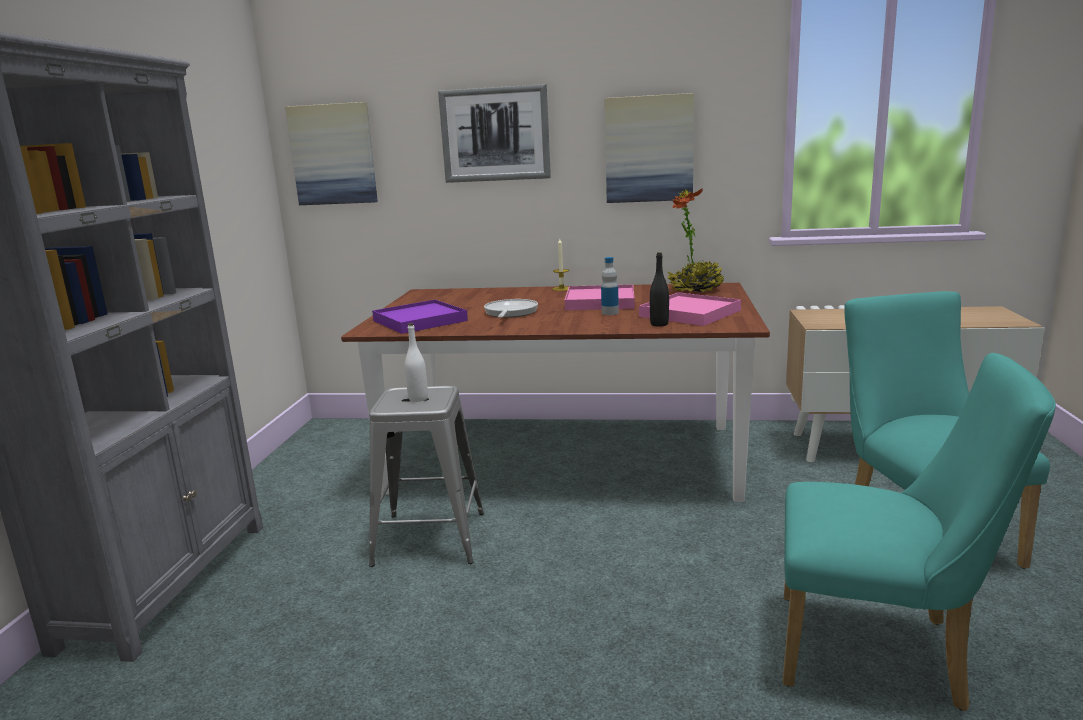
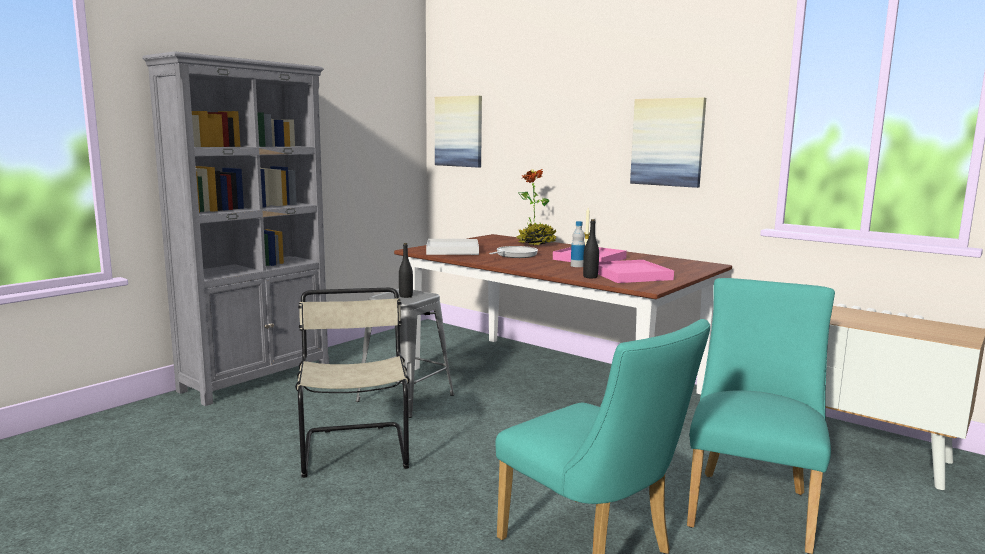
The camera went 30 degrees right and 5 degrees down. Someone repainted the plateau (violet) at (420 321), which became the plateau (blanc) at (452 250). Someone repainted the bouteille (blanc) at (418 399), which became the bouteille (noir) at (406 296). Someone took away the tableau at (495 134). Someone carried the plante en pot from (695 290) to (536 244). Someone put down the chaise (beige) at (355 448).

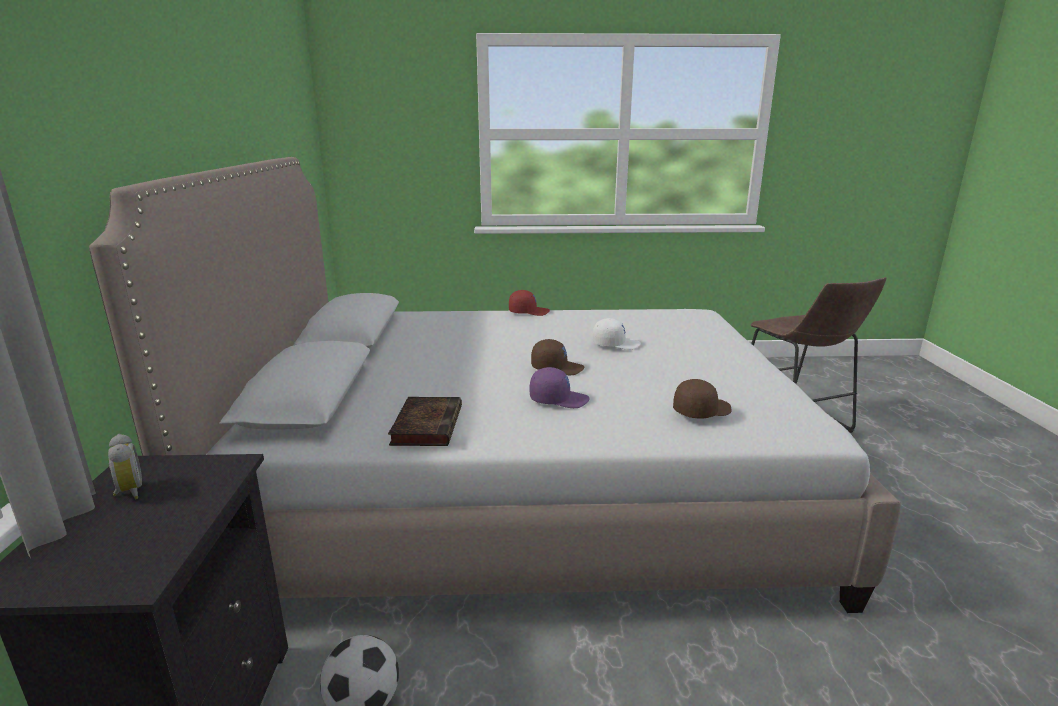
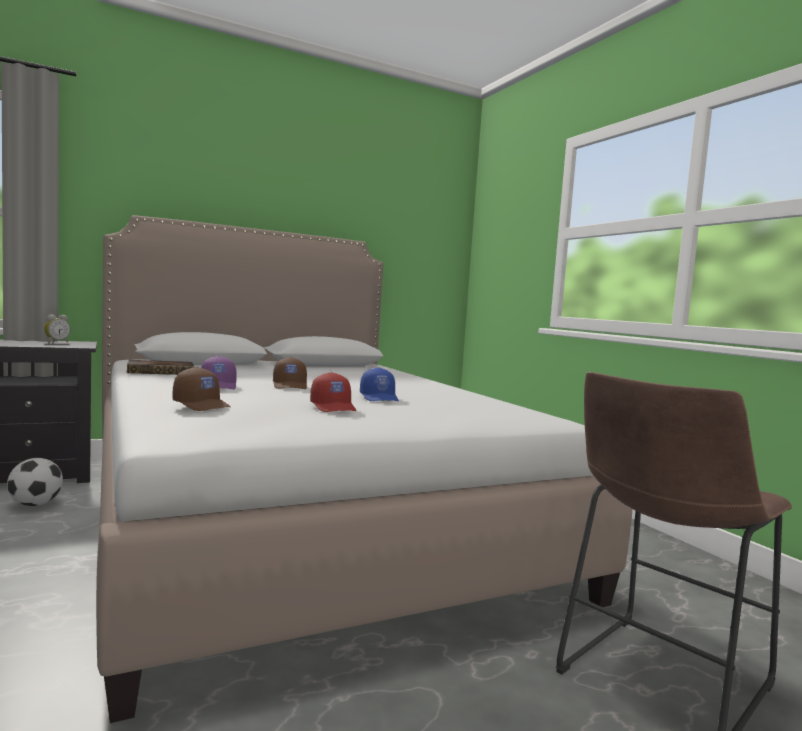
The camera went 65 degrees right and 15 degrees down. Someone carried the casquette (rouge) from (528 312) to (334 407). Someone repainted the casquette (blanc) at (615 344), which became the casquette (bleu) at (380 398).

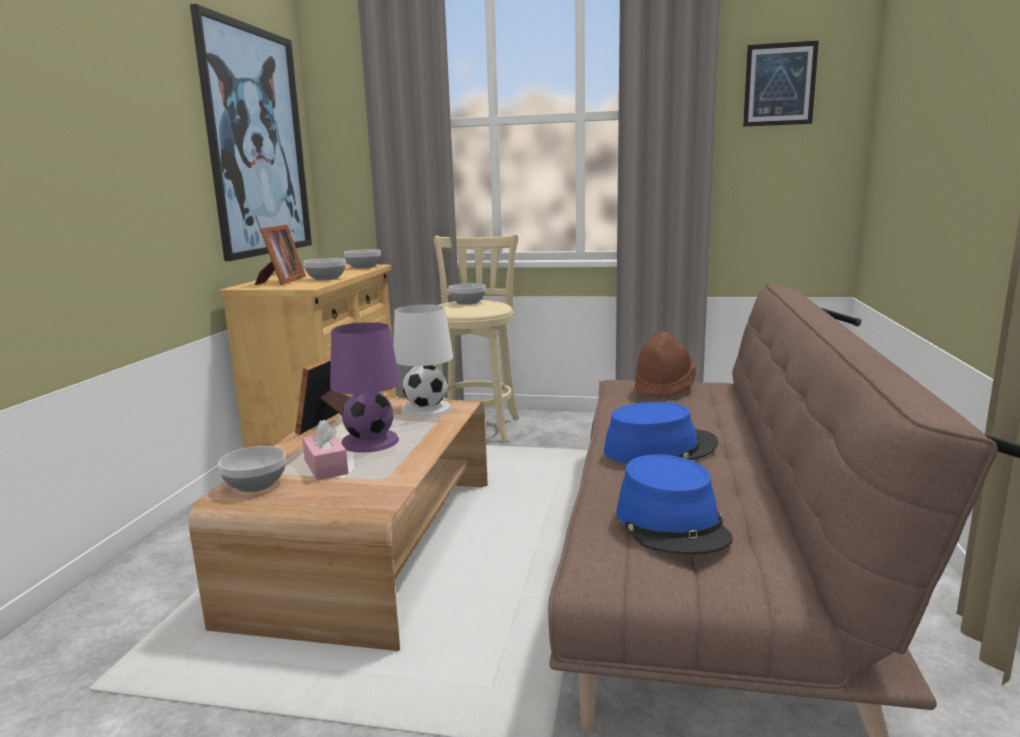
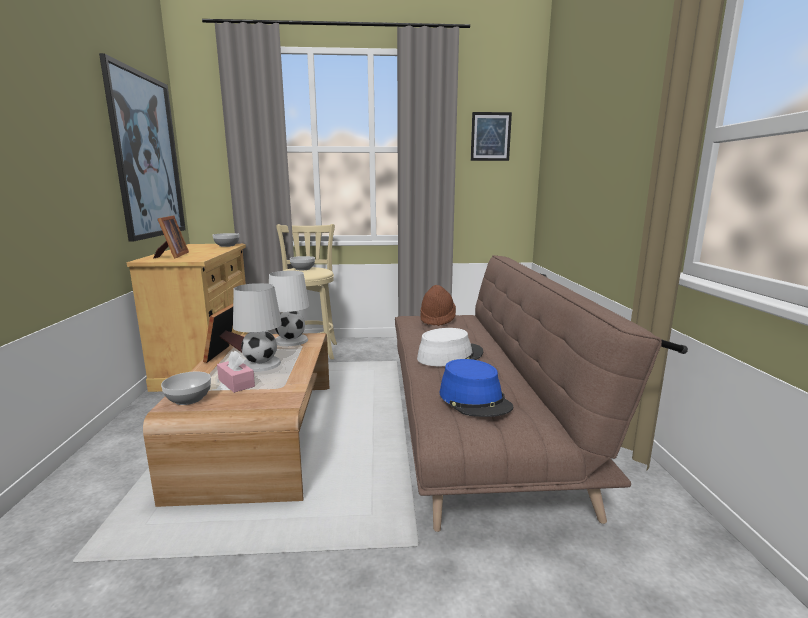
The camera went 15 degrees left and 0 degrees up. Someone took away the bol at (325 279). Someone repainted the lampe de table (violet) at (370 441), which became the lampe de table (blanc) at (260 364). Someone repainted the chapeau (bleu) at (660 448), which became the chapeau (blanc) at (450 356).

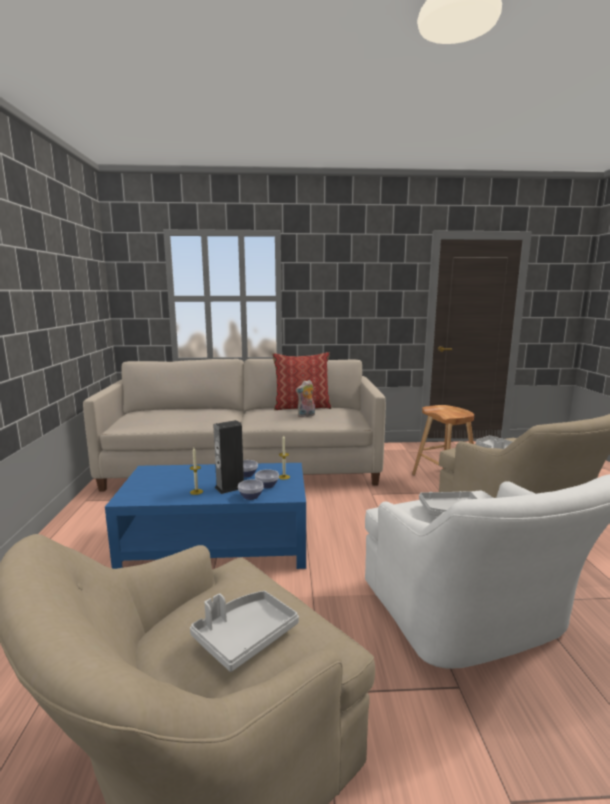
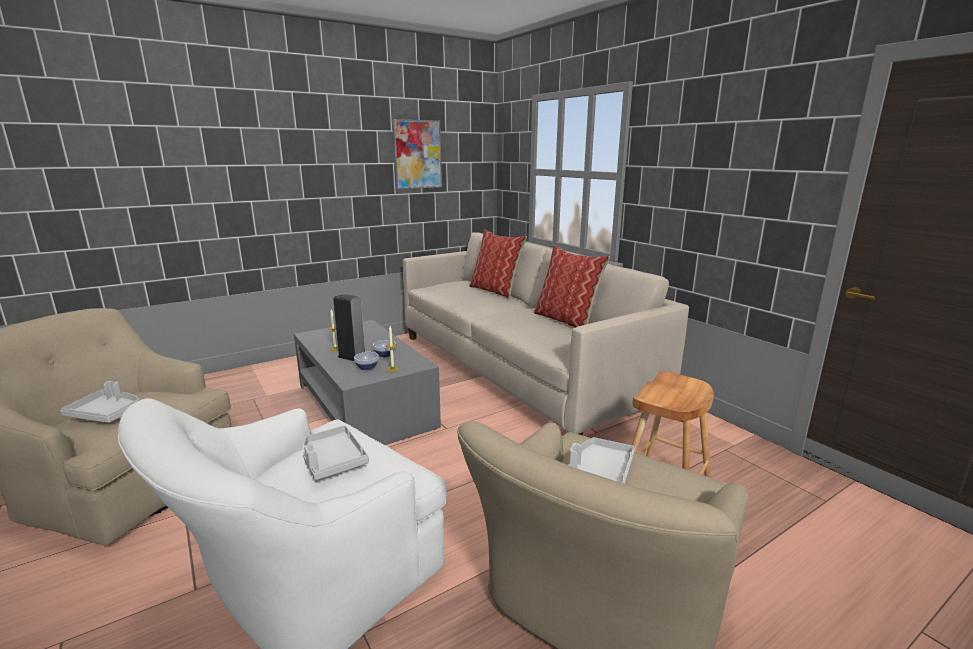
The camera went 60 degrees right and 5 degrees up. Someone repainted the table basse (bleu) at (217 543), which became the table basse (gris) at (365 406). Someone took away the bol at (251 497). Someone took away the peluche at (306 415). Someone put up the tableau at (417 154). Someone put down the coussin at (496 291).

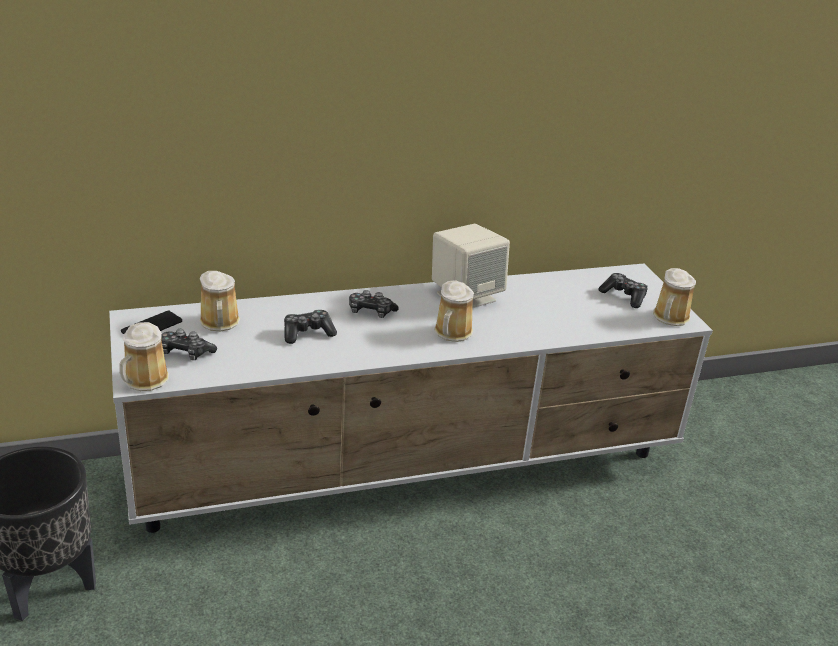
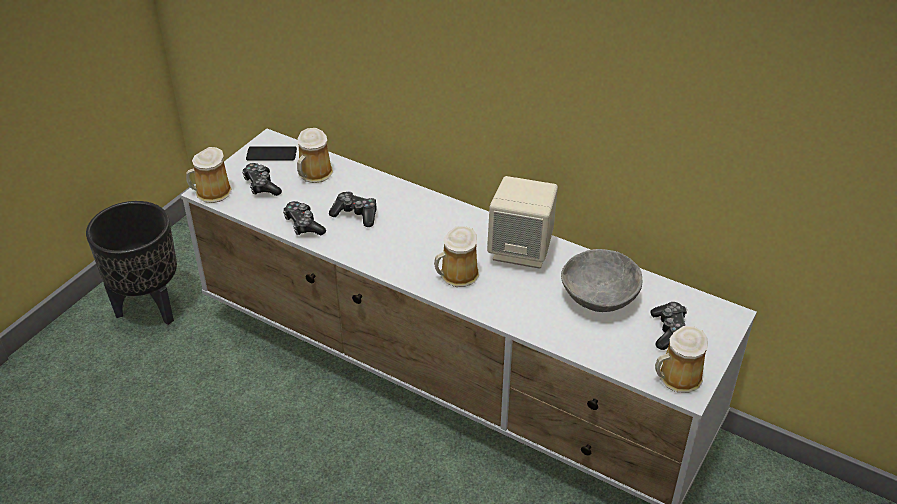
The camera went 50 degrees right and 10 degrees up. Someone carried the manette from (370 312) to (303 225). Someone put down the bol (gris) at (600 296).

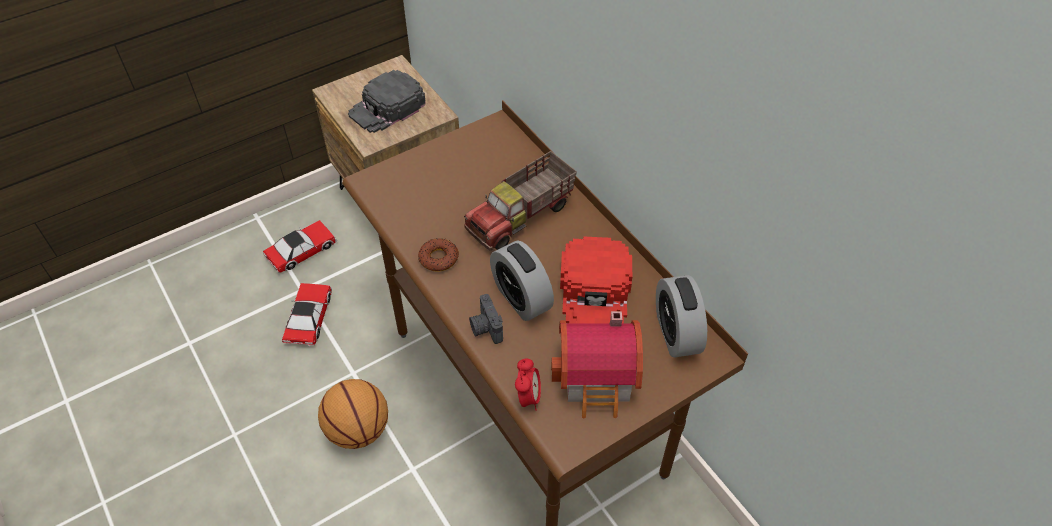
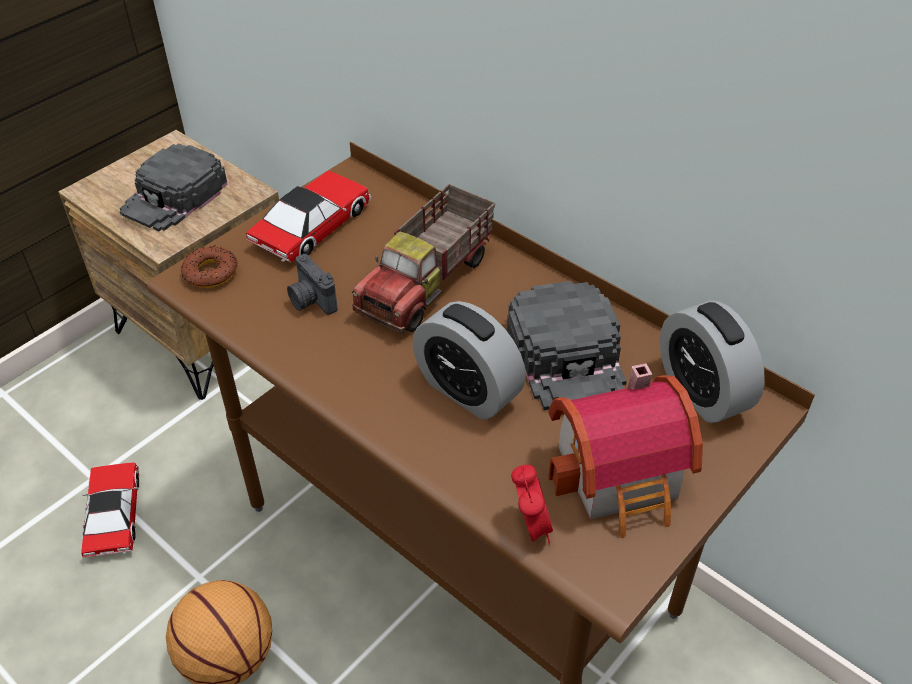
The camera went 15 degrees left and 5 degrees down. Someone carried the petite voiture from (302 251) to (312 226). Someone carried the beignet from (438 258) to (210 272). Someone carried the appareil photo from (485 328) to (310 300). Someone repainted the casquette (rouge) at (595 289), which became the casquette (noir) at (567 356).

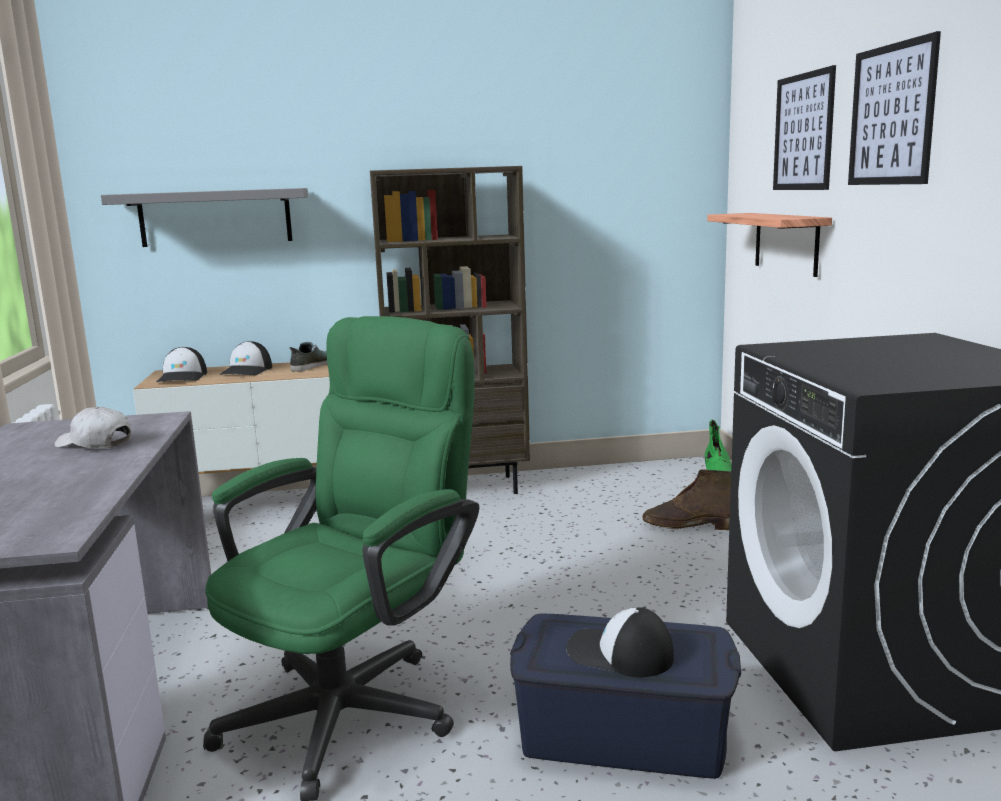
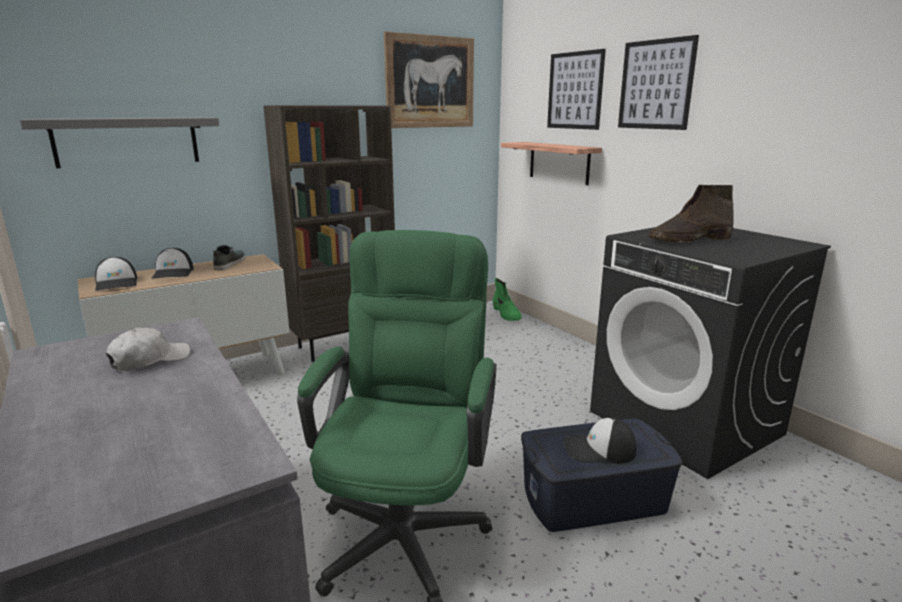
The camera went 25 degrees left and 5 degrees up. Someone rotated the casquette (blanc) at (95 444) by 135 degrees clockwise. Someone carried the botte (marron) from (689 525) to (689 240). Someone put up the tableau at (430 82).

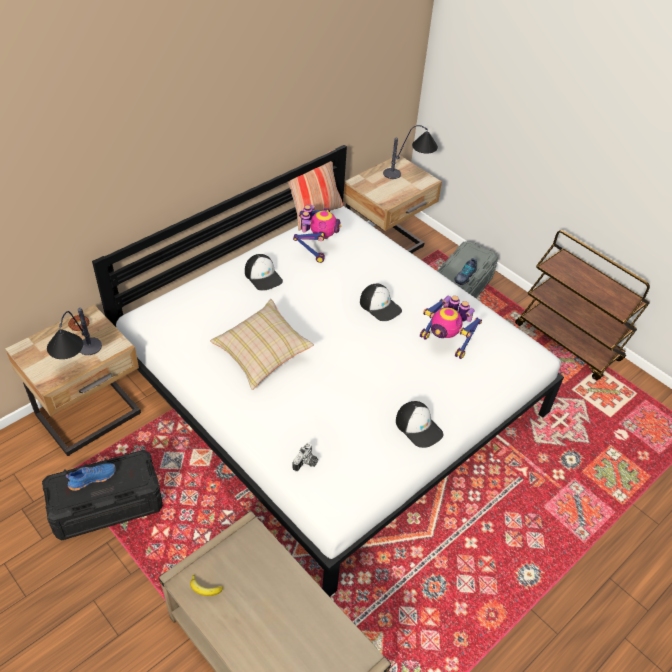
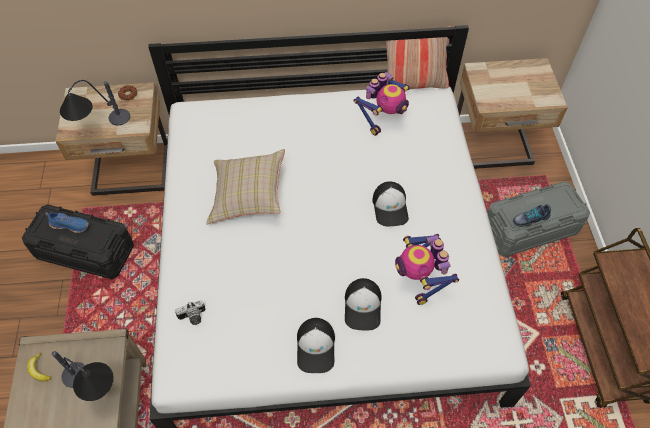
The camera went 40 degrees right and 10 degrees up. Someone carried the casquette from (263 276) to (363 306). Someone carried the lampe de table from (410 173) to (95 388).

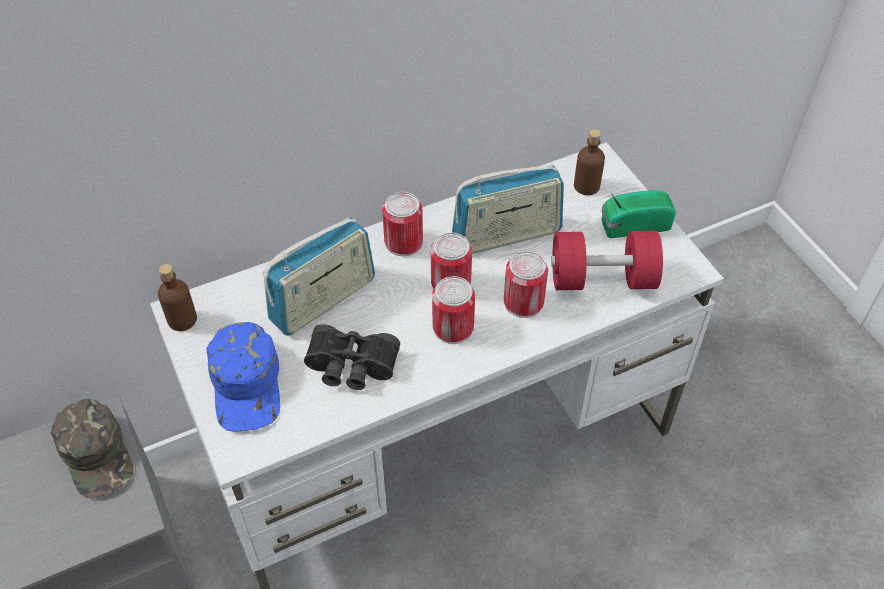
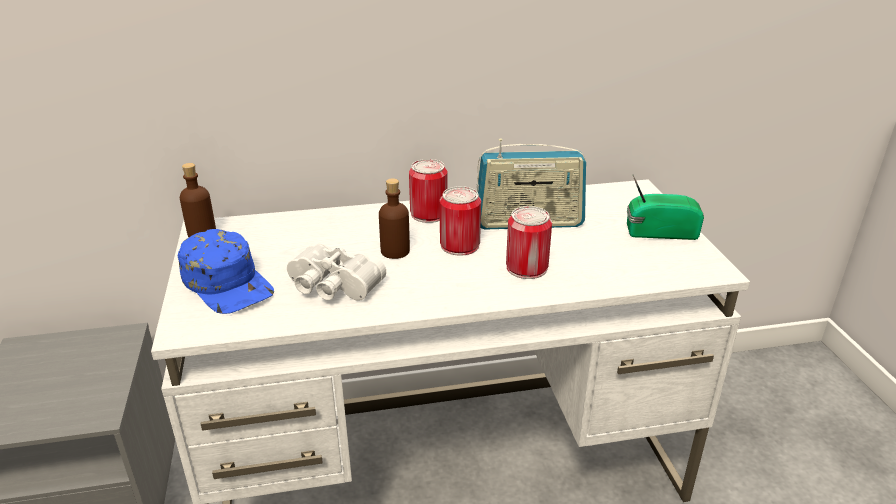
The camera went 15 degrees right and 20 degrees down. Someone took away the casquette (vert) at (96 453). Someone rotated the casquette (bleu) at (247 384) by 45 degrees counterclockwise. Someone took away the radio at (323 300). Someone repainted the jumelles (noir) at (351 367), which became the jumelles (blanc) at (332 287). Someone took away the boîte métallique at (453 327). Someone took away the haltère (rouge) at (602 279). Someone carried the bouteille (marron) from (586 186) to (395 251).

